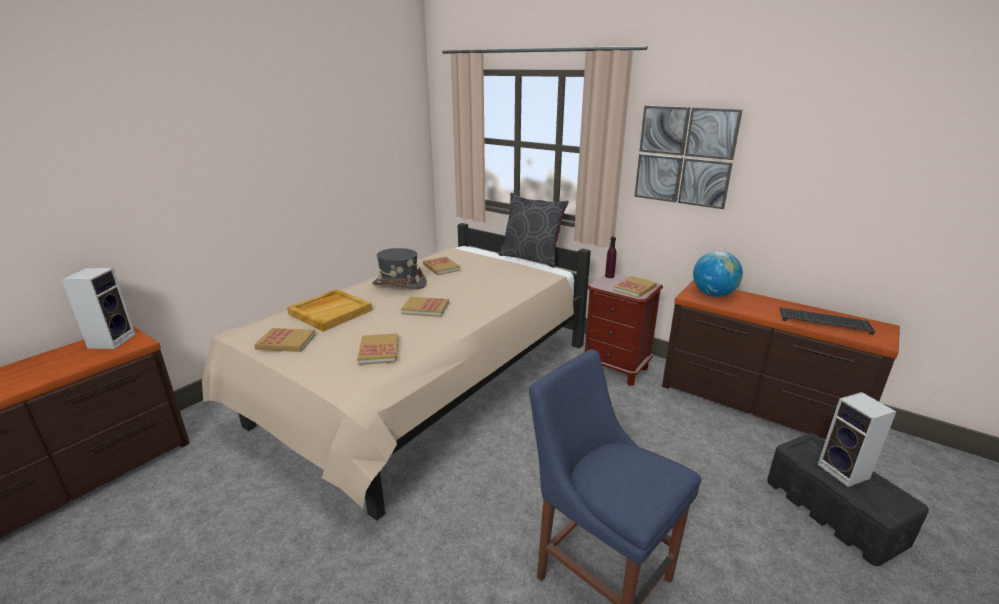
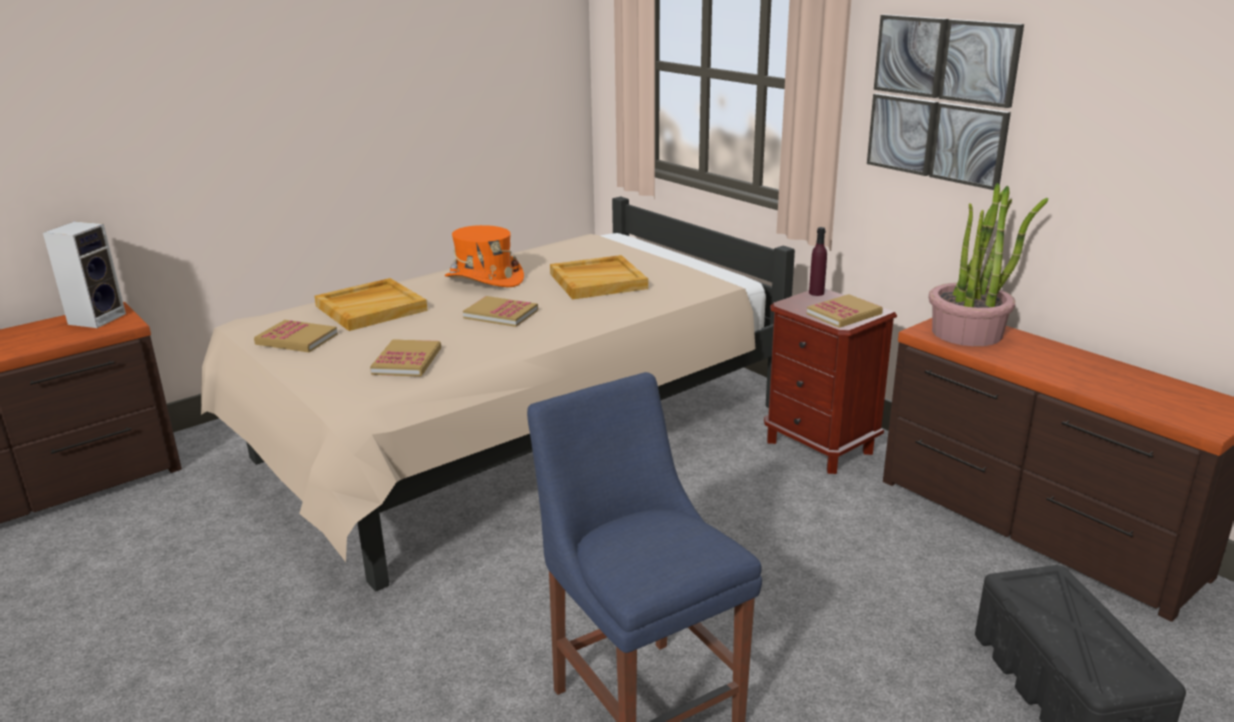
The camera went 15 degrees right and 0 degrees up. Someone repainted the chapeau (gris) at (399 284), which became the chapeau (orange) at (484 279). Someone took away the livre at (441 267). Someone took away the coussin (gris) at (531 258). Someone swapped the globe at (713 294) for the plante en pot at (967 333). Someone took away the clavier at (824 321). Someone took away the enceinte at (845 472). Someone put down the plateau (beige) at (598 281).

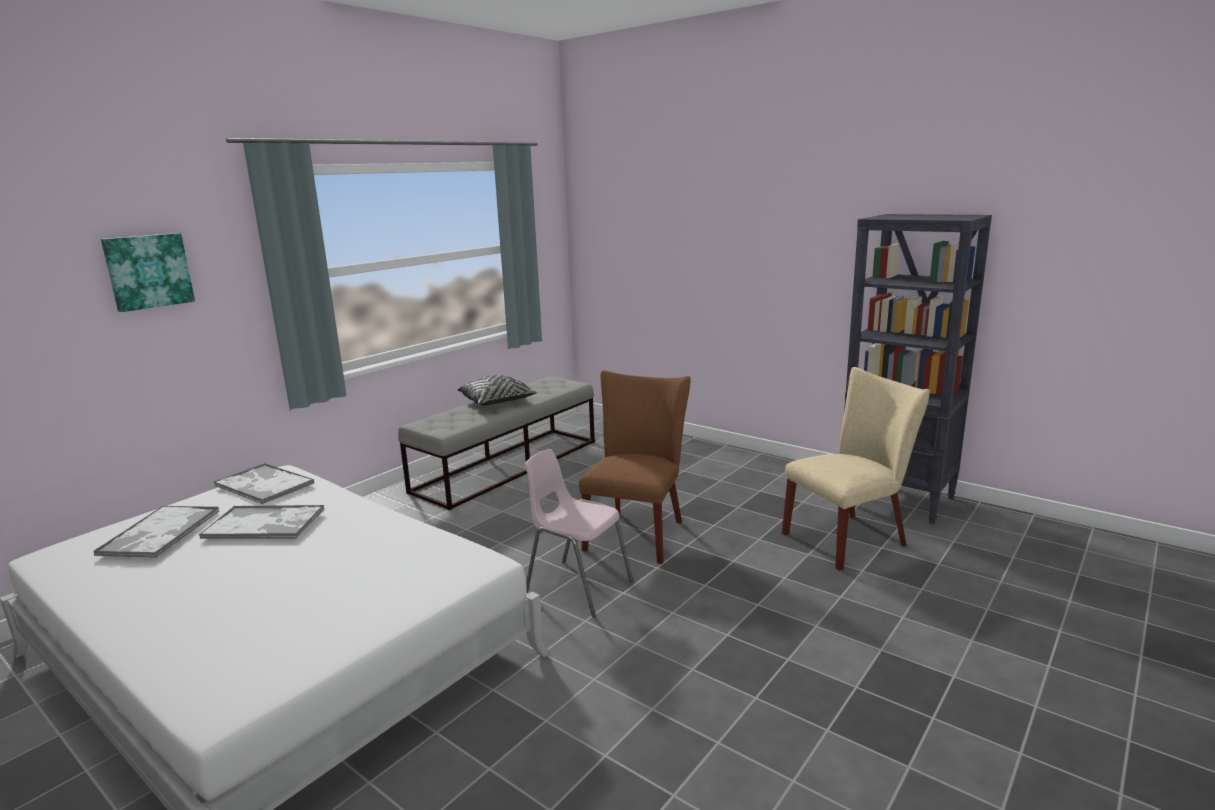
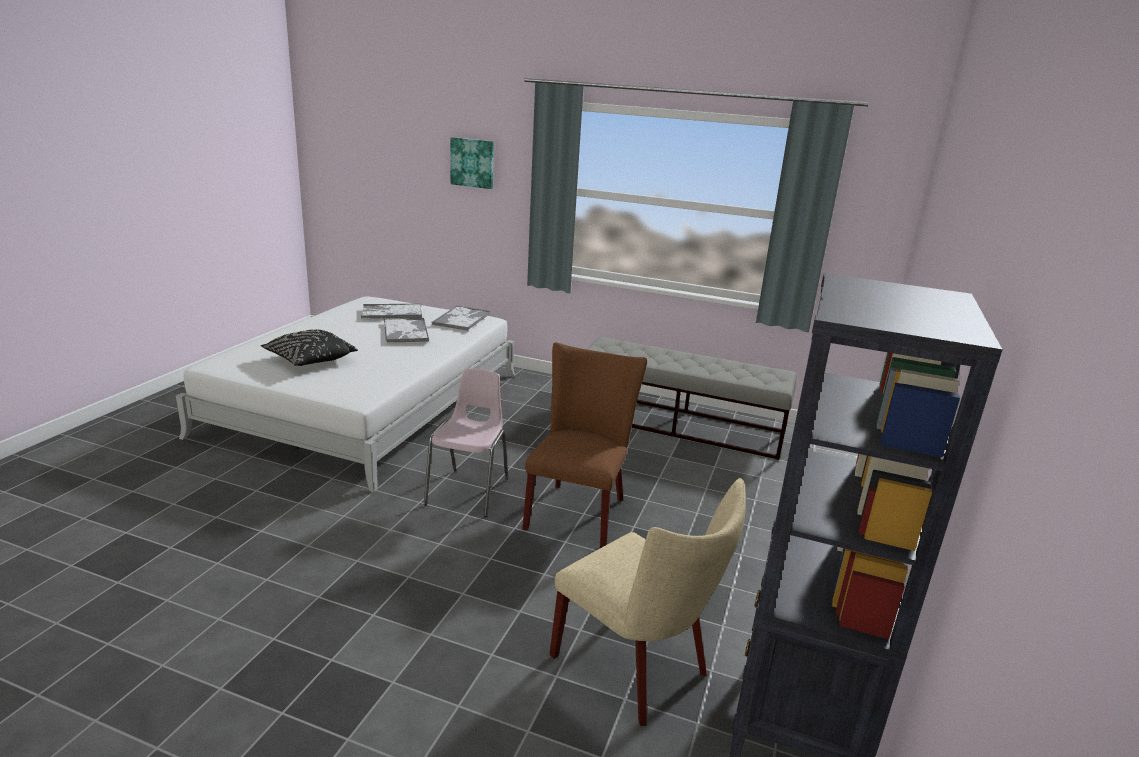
The camera went 70 degrees right and 5 degrees up. Someone carried the coussin (noir) from (497 402) to (310 360). Someone rotated the chaise (marron) at (637 532) by 75 degrees counterclockwise.

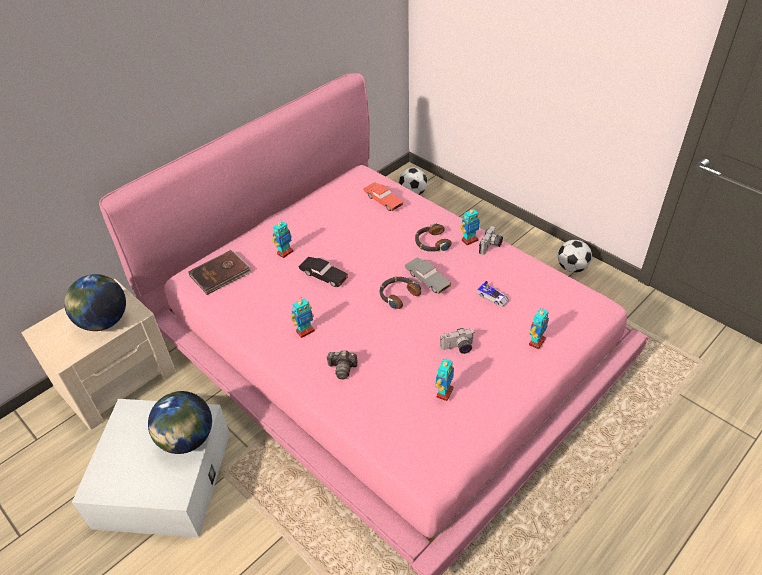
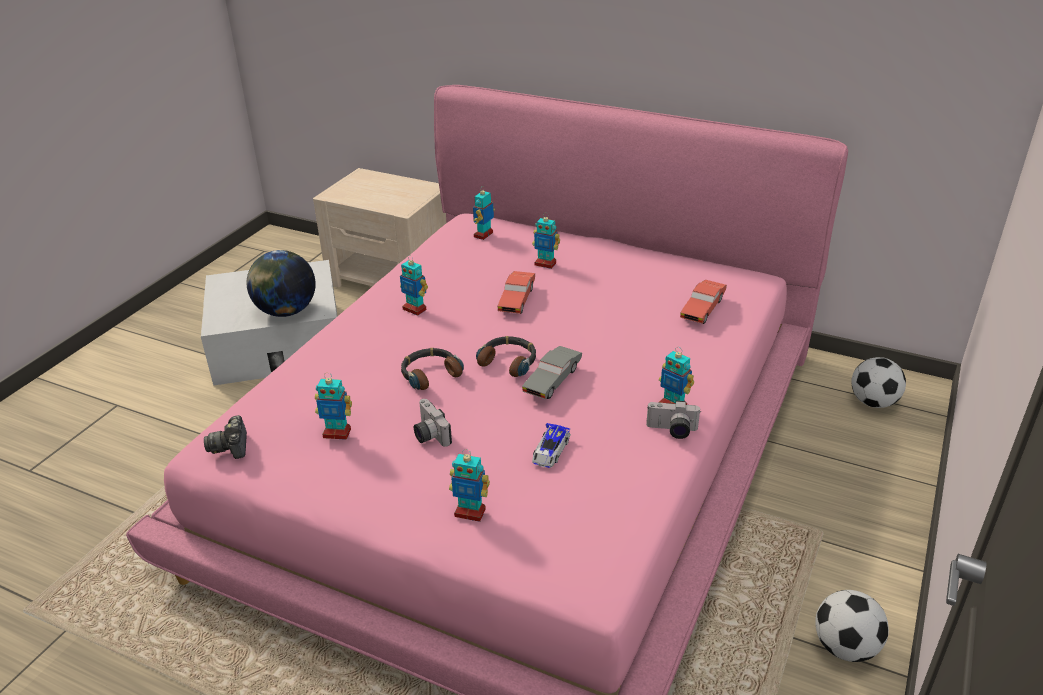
The camera went 70 degrees right and 10 degrees down. Someone took away the globe at (104 321). Someone swapped the livre (marron) at (221 274) for the robot jouet at (484 235). Someone repainted the petite voiture (noir) at (323 276), which became the petite voiture (rouge) at (517 299). Someone carried the appareil photo from (342 368) to (231 447). Someone carried the casque audio from (431 242) to (430 373).

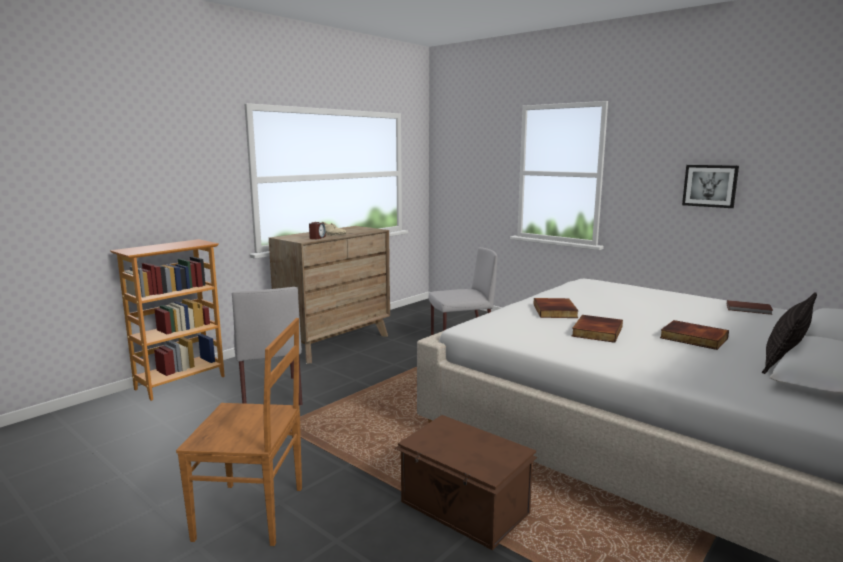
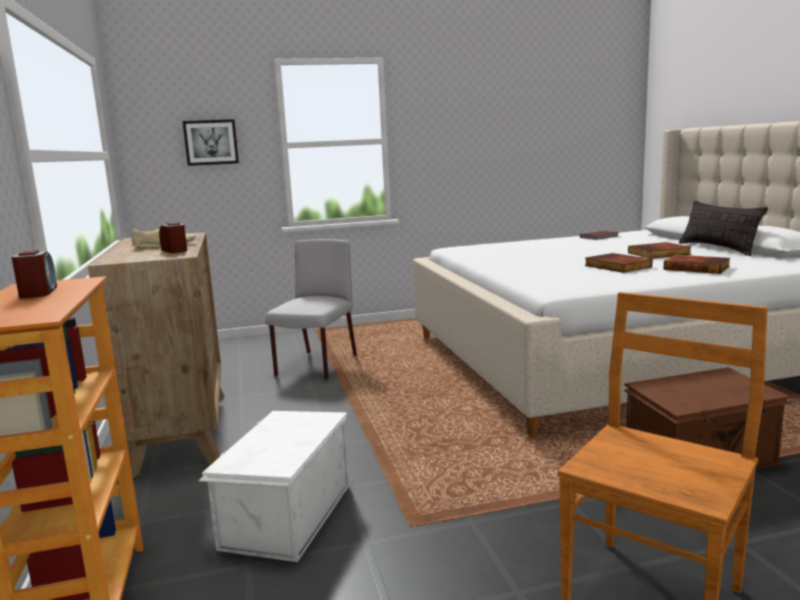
The camera went 55 degrees left and 0 degrees up. Someone swapped the chaise (gris) at (270 394) for the boîte de rangement (blanc) at (285 516). Someone carried the livre from (556 311) to (697 267). Someone carried the tableau from (710 186) to (211 142). Someone put down the réveil at (38 292).

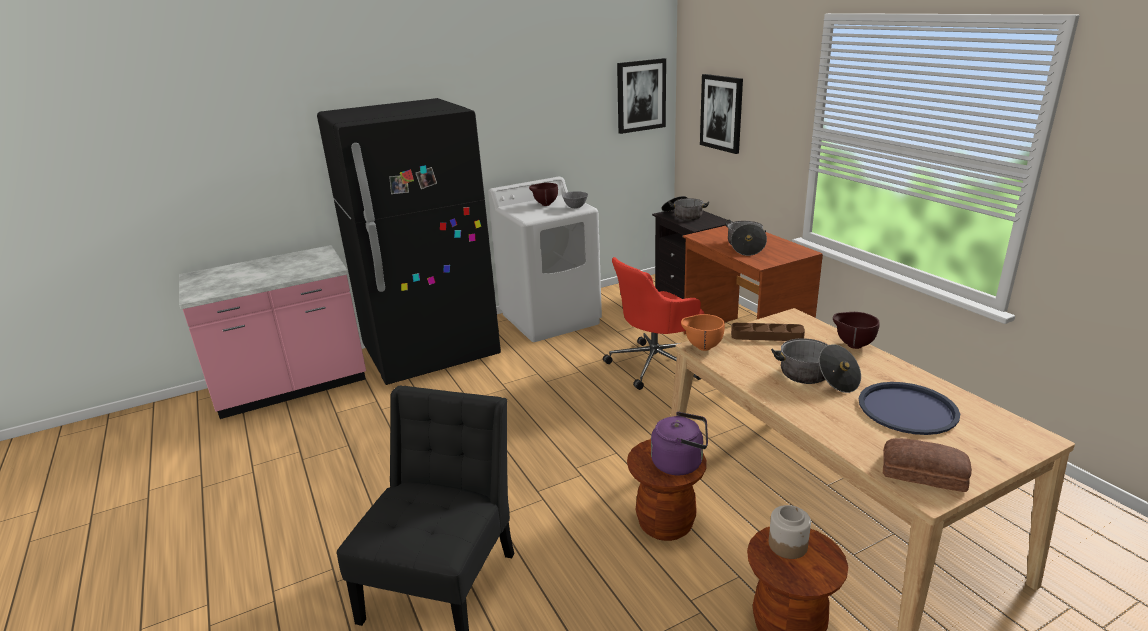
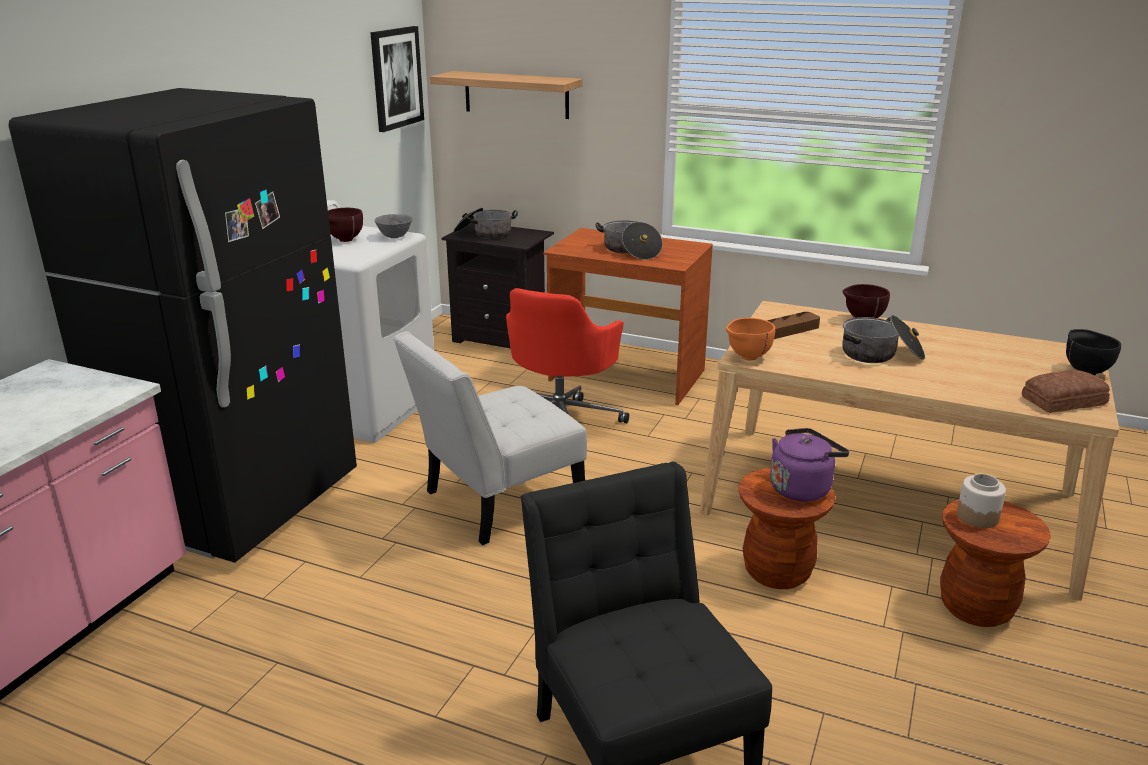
The camera went 40 degrees left and 0 degrees up. Someone swapped the tableau at (721 113) for the étagère at (516 95). Someone took away the plateau (bleu) at (907 409). Someone put down the chaise (blanc) at (496 502). Someone put down the bol (noir) at (1084 371).

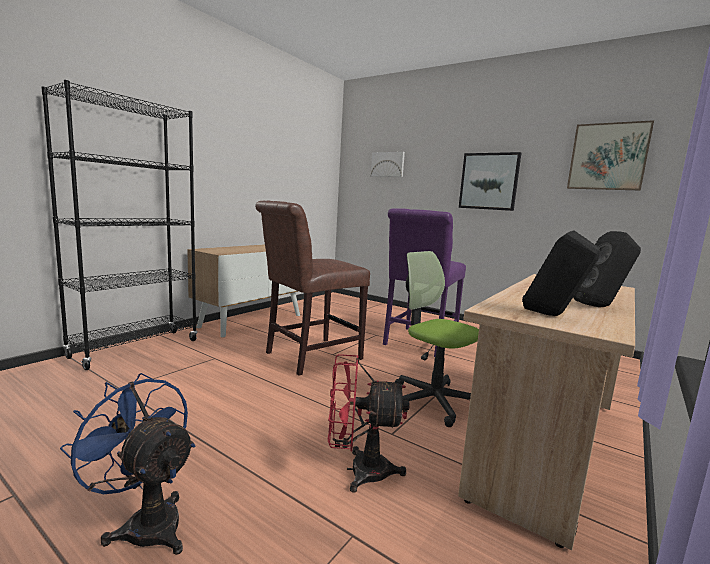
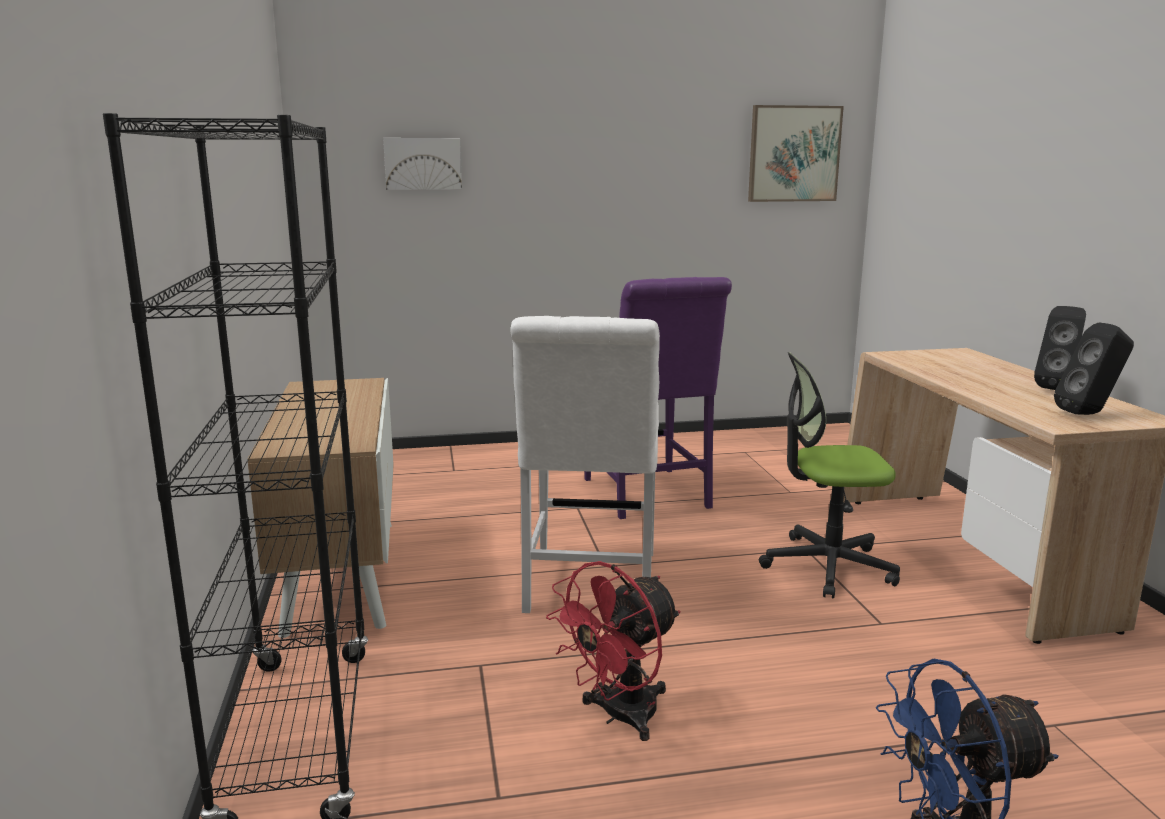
The camera went 45 degrees left and 5 degrees up. Someone repainted the chaise (marron) at (308 356), which became the chaise (blanc) at (589 586). Someone carried the ventilateur (rouge) from (358 470) to (619 717). Someone took away the tableau at (489 181).

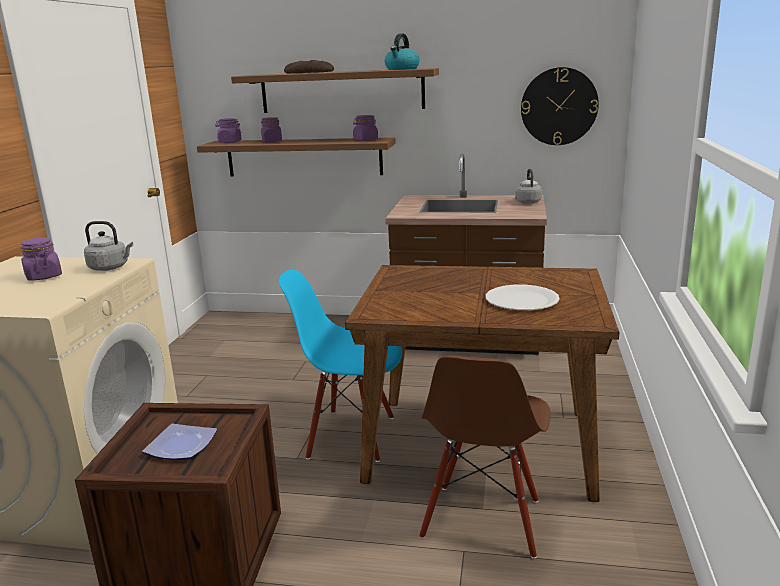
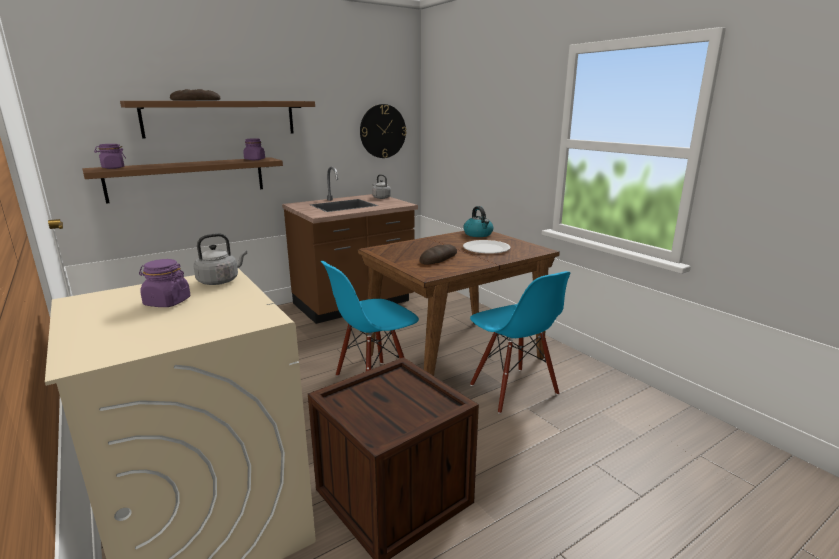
The camera went 45 degrees left and 0 degrees up. Someone took away the assiette at (183 445). Someone took away the bocal (violet) at (272 141). Someone carried the bouilloire from (402 69) to (478 234). Someone repainted the chaise (marron) at (483 520), which became the chaise (bleu) at (513 390). Someone put down the pain at (438 258).

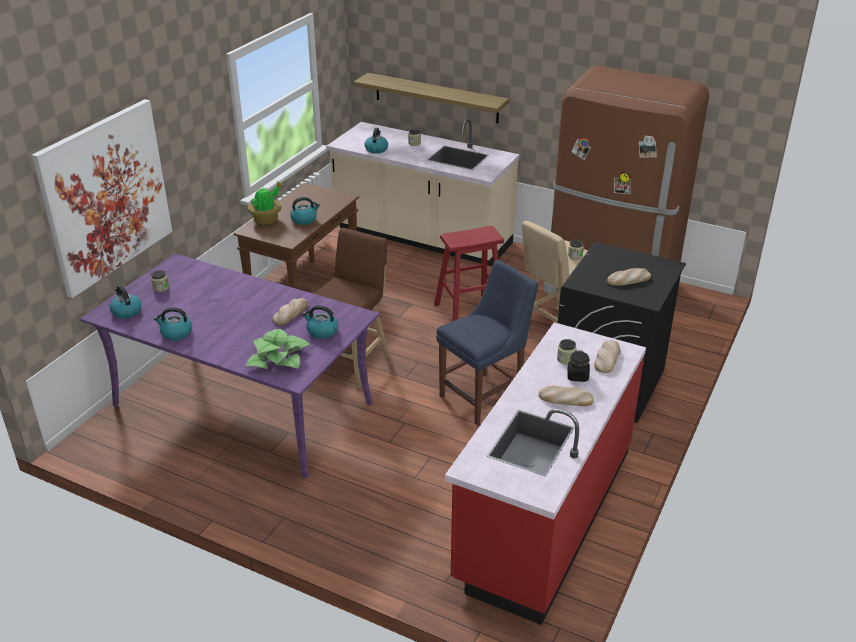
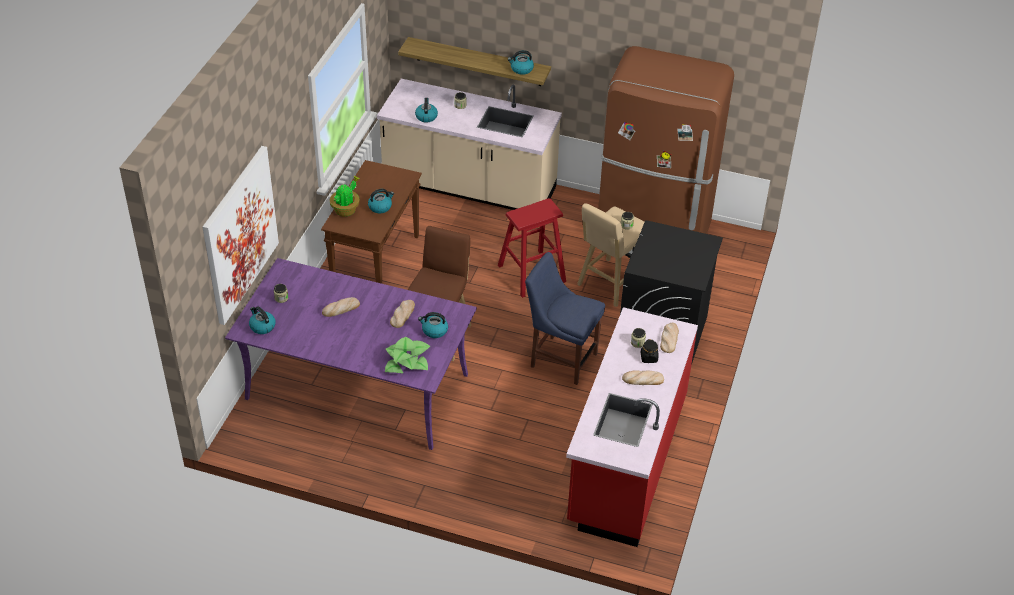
The camera went 10 degrees left and 10 degrees up. Someone carried the bouilloire from (176 333) to (521 69). Someone rotated the chaise (bleu) at (484 397) by 105 degrees counterclockwise. Someone carried the pain from (628 280) to (341 309).

